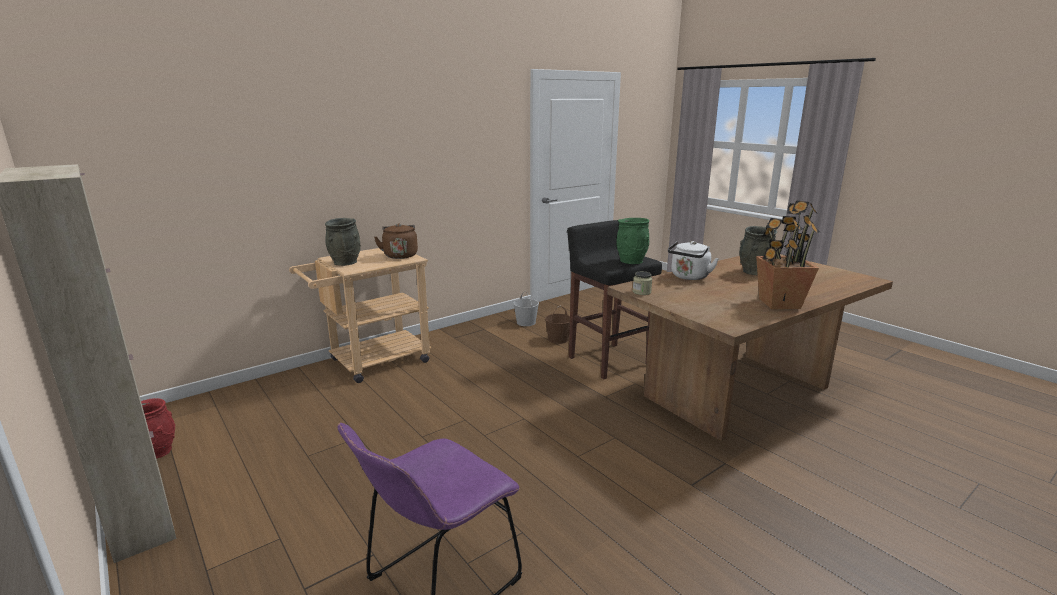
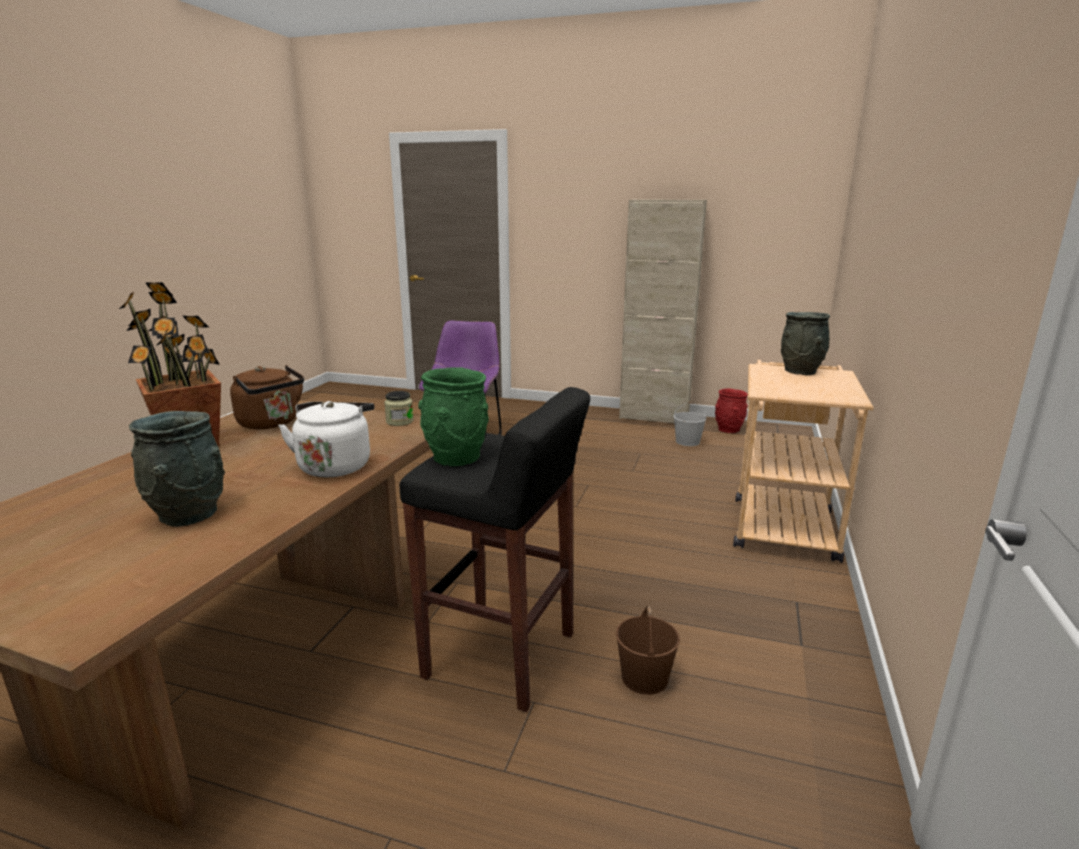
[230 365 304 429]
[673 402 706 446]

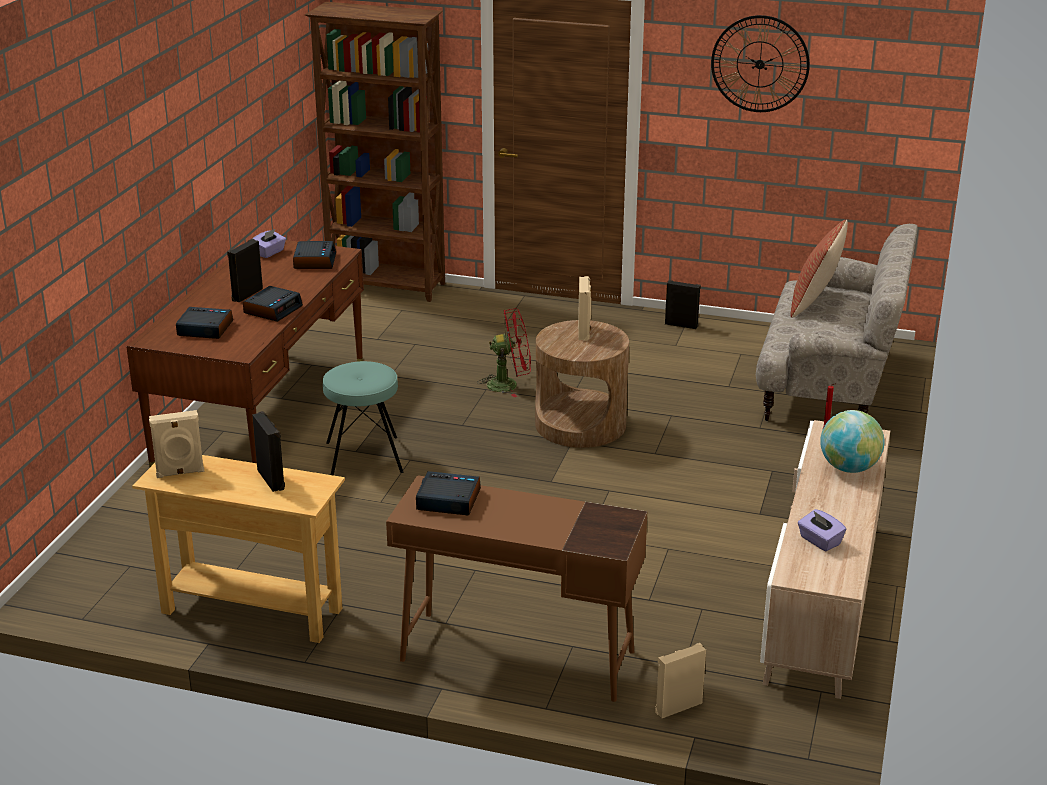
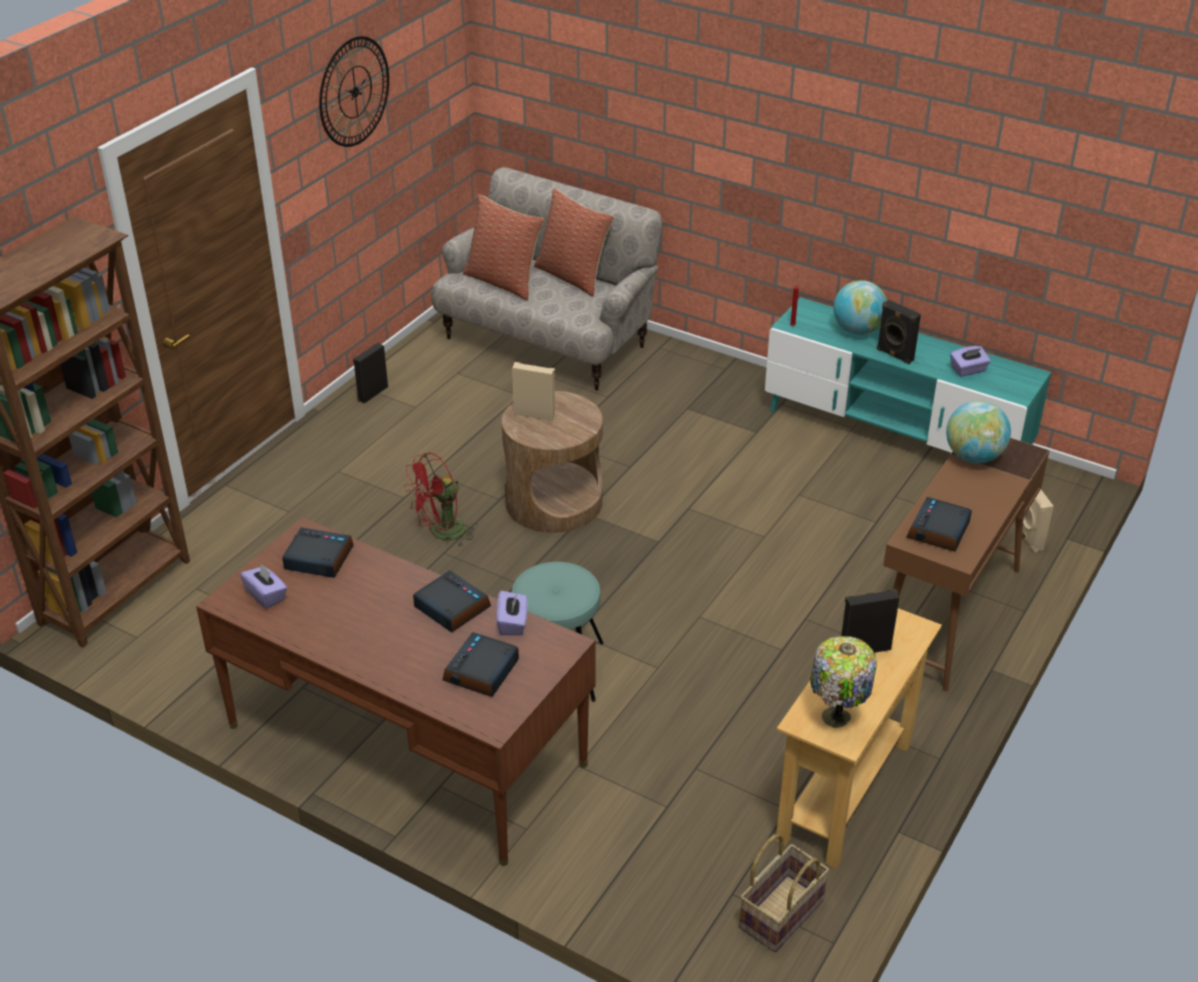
[496 591 527 635]
[534 188 614 297]
[739 834 830 952]
[946 400 1011 463]
[877 300 921 364]
[810 636 877 728]
[765 297 1051 453]
[404 452 478 546]

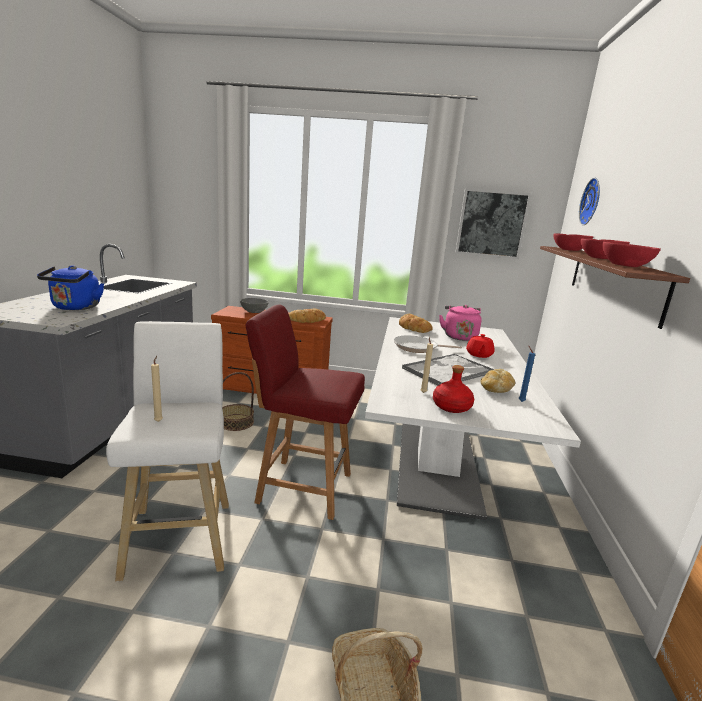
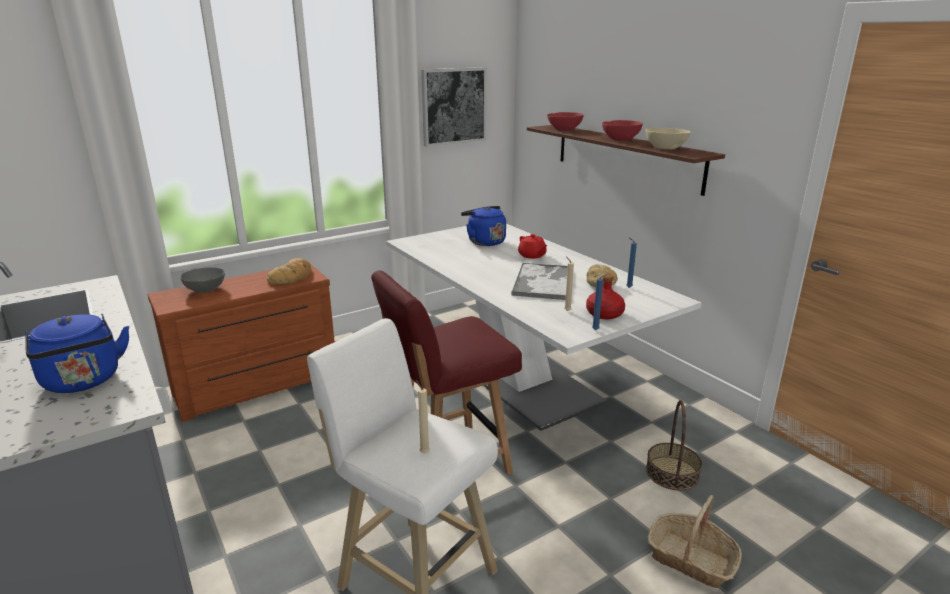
[393 335 462 353] (first image)
[399 314 433 333] (first image)
[579 178 600 225] (first image)
[592 275 606 330]
[646 400 702 491]
[461 206 506 246]
[646 128 691 149]

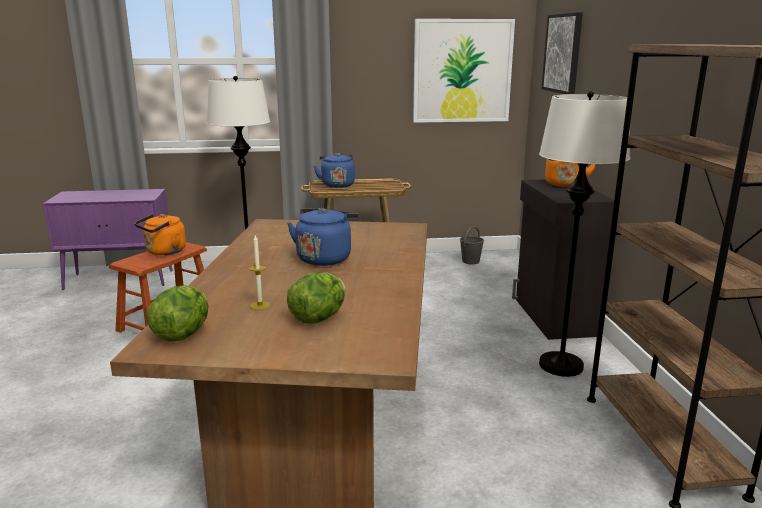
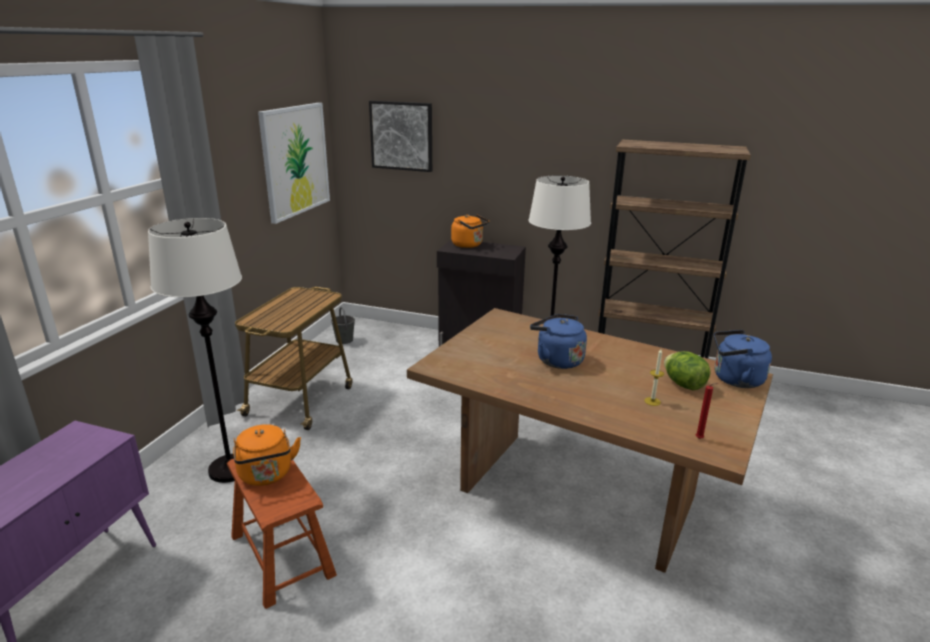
[714 330 772 388]
[696 383 718 439]

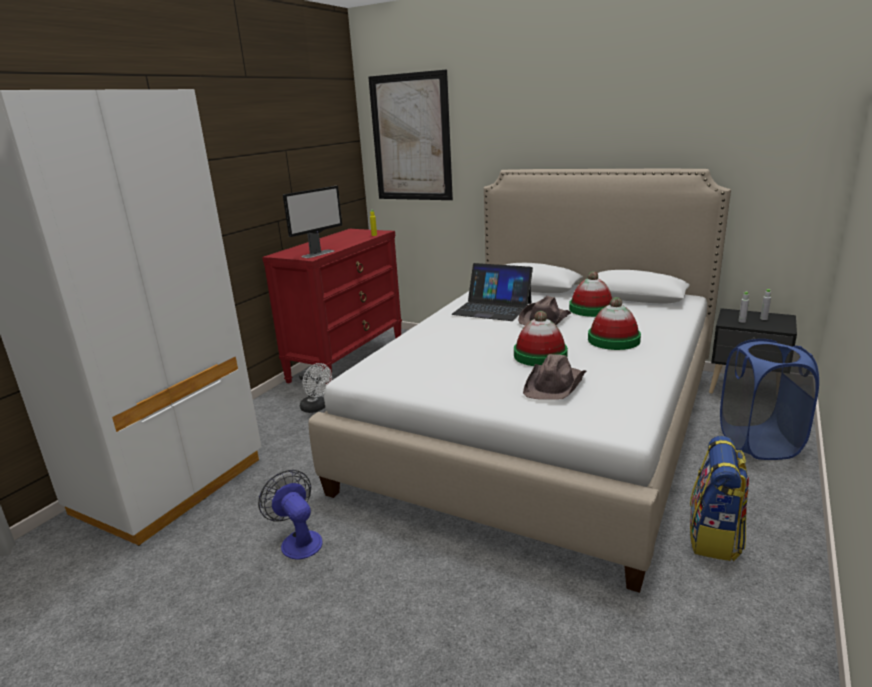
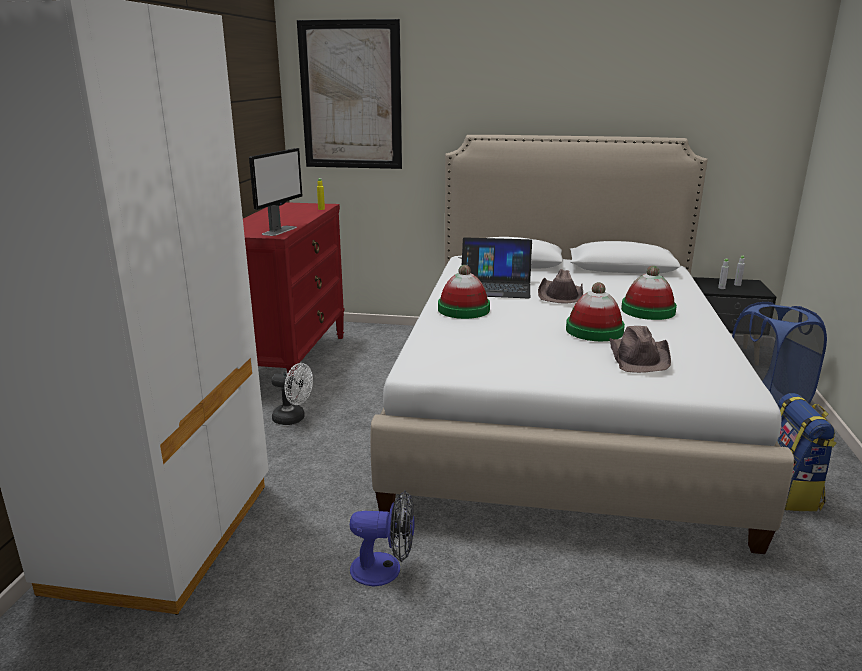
[438 265 490 319]
[350 491 415 587]

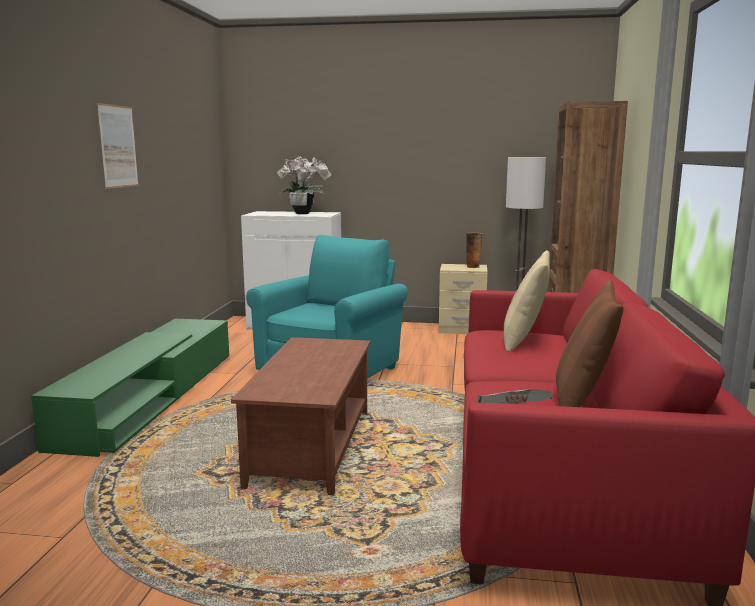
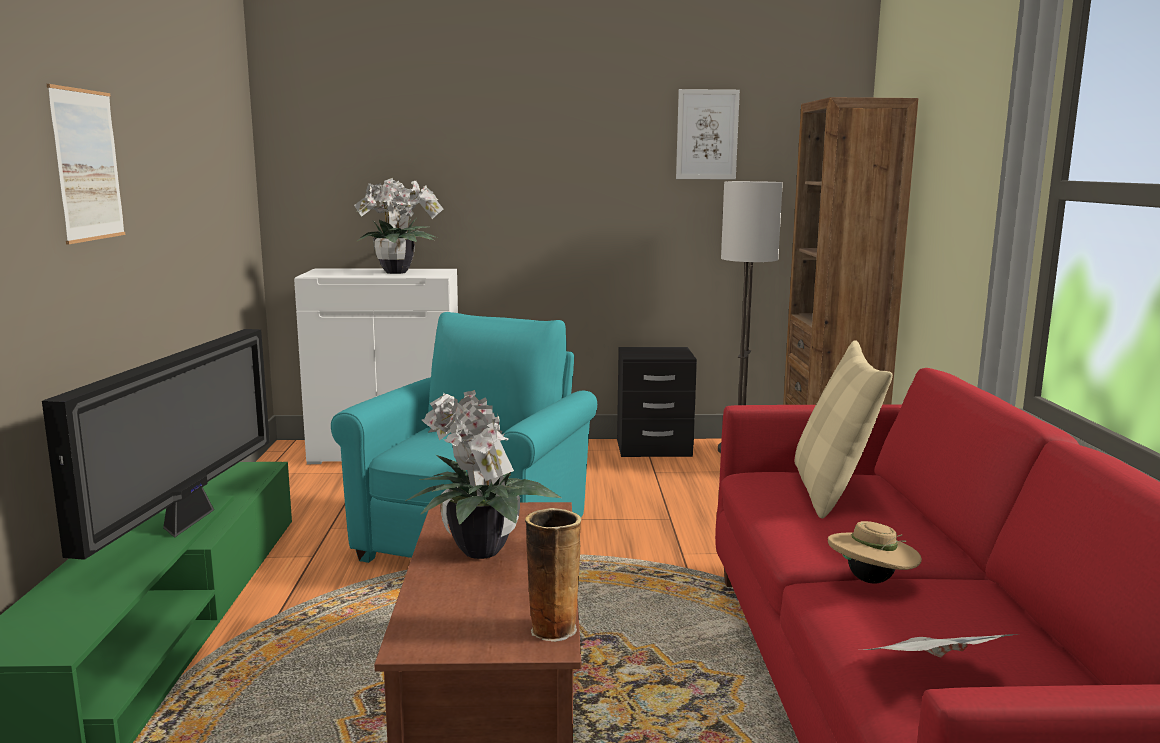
[556 280 623 407] (first image)
[42 329 270 560]
[406 390 562 559]
[676 89 740 179]
[828 521 922 583]
[525 508 581 642]
[617 347 697 457]

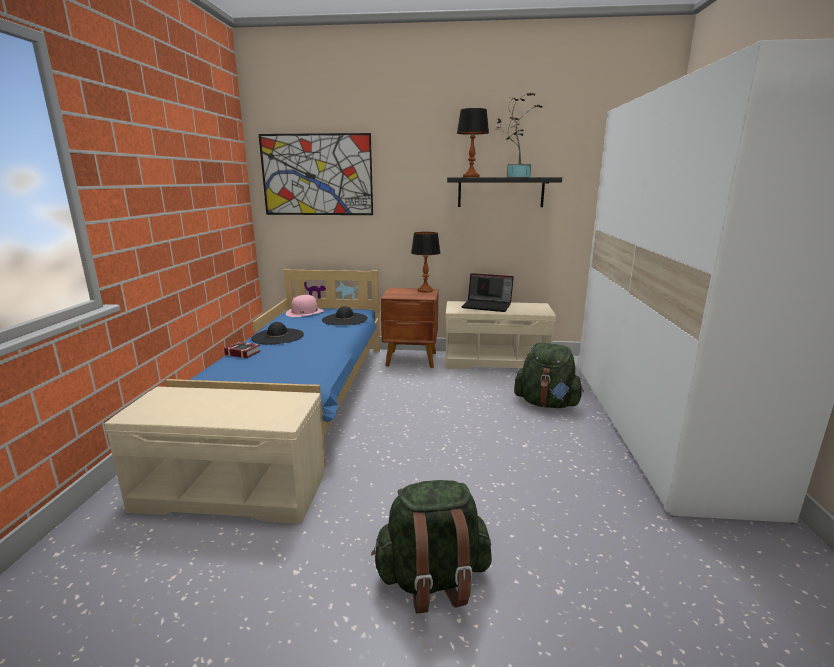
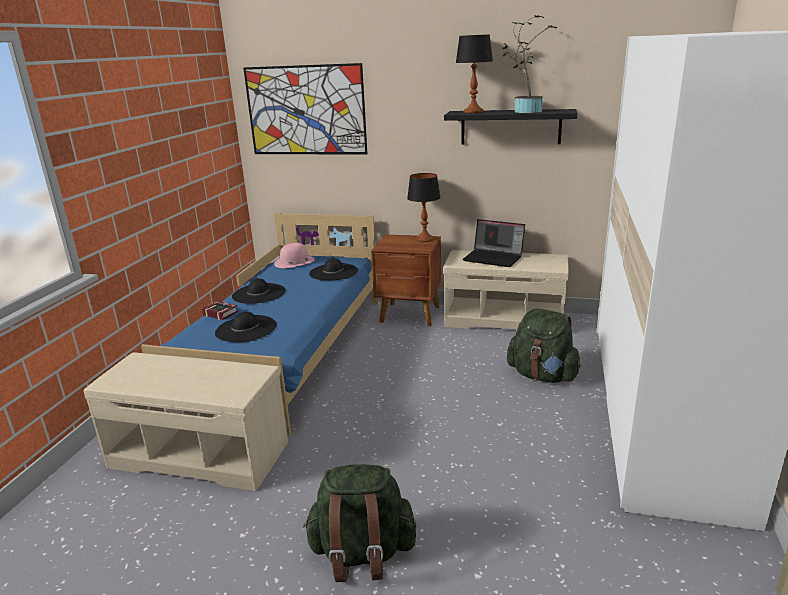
[215 312 277 342]

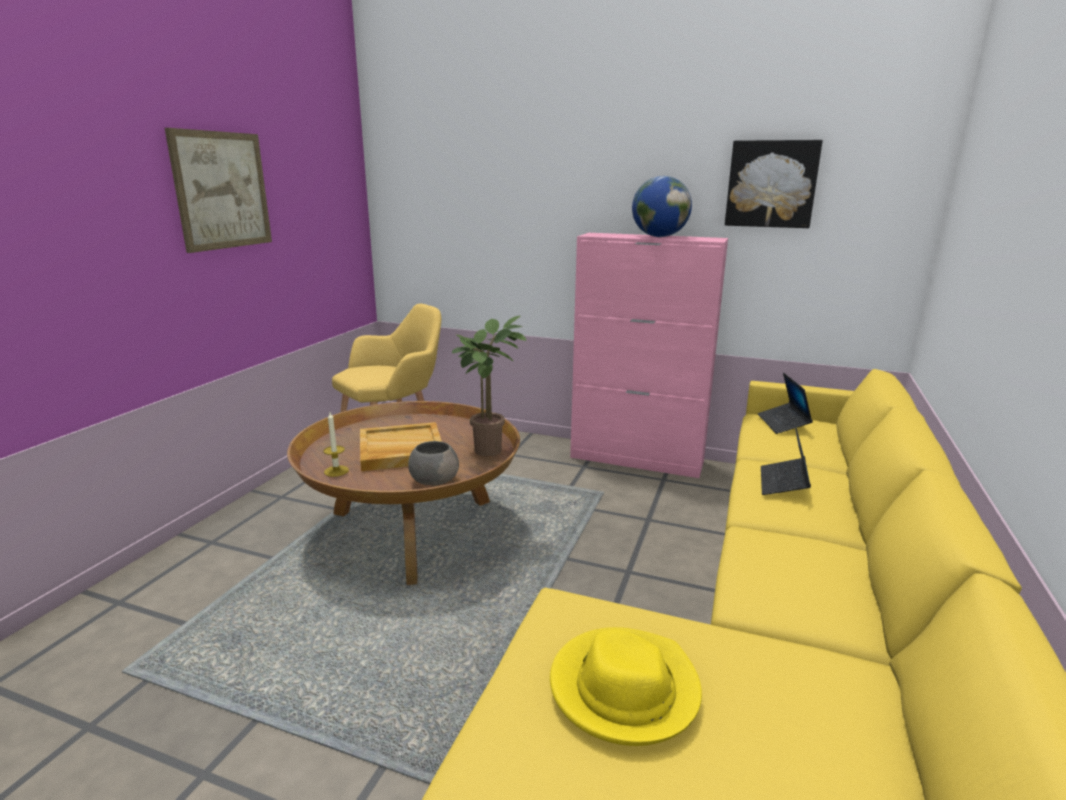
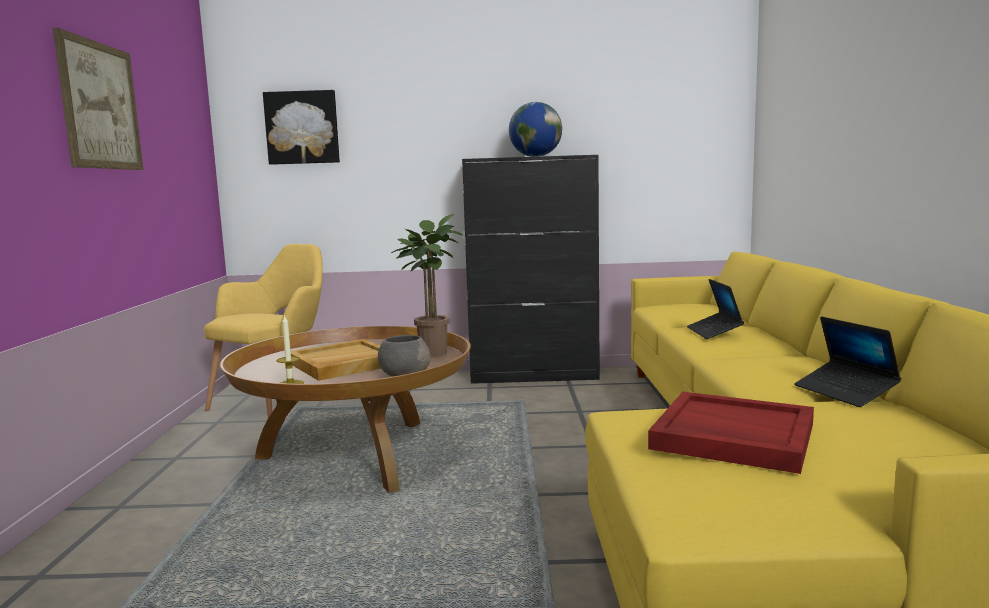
[263 90 340 165]
[794 316 901 407]
[648 392 814 474]
[462 155 600 384]

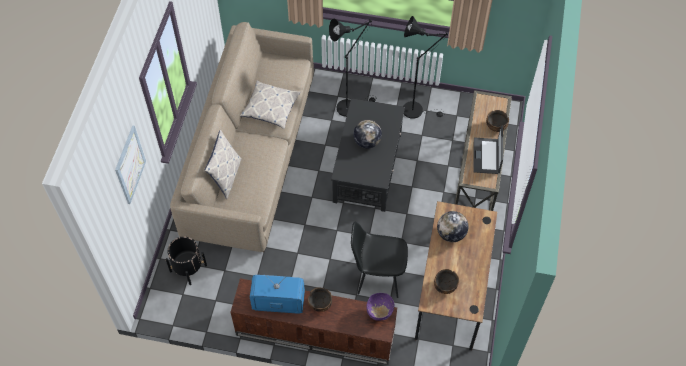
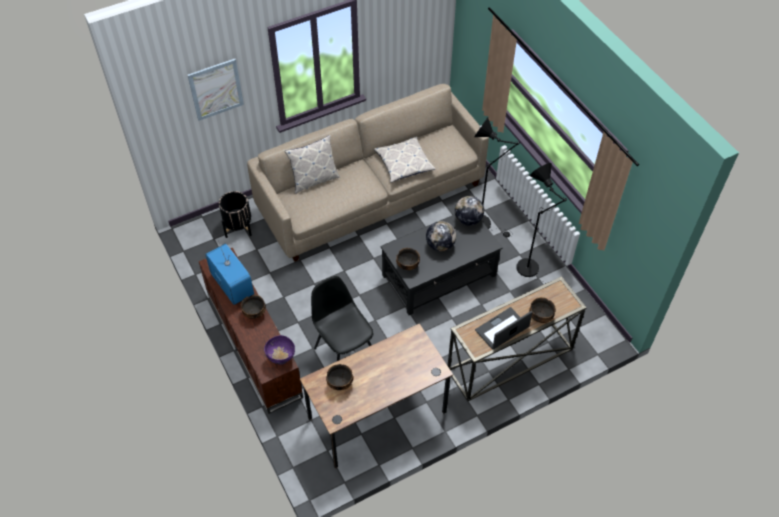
[396 248 420 270]
[455 196 484 226]

